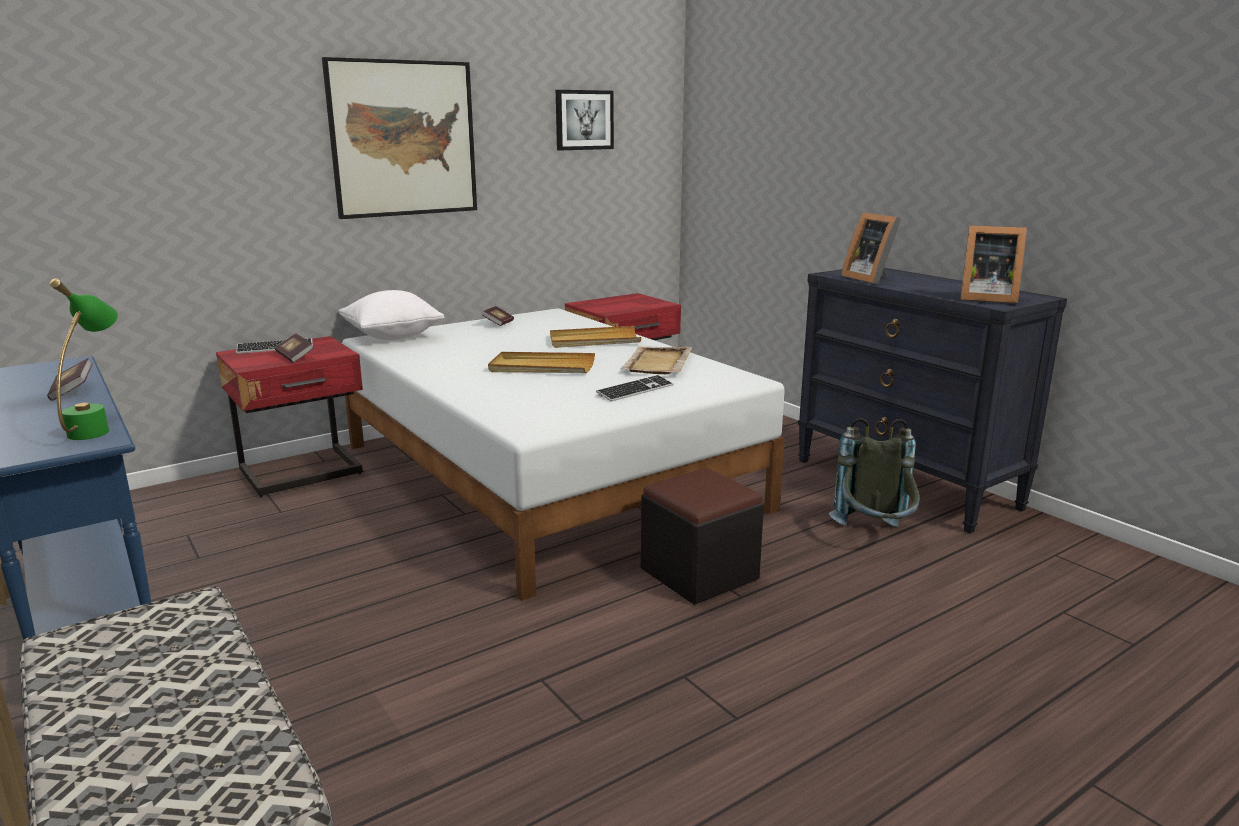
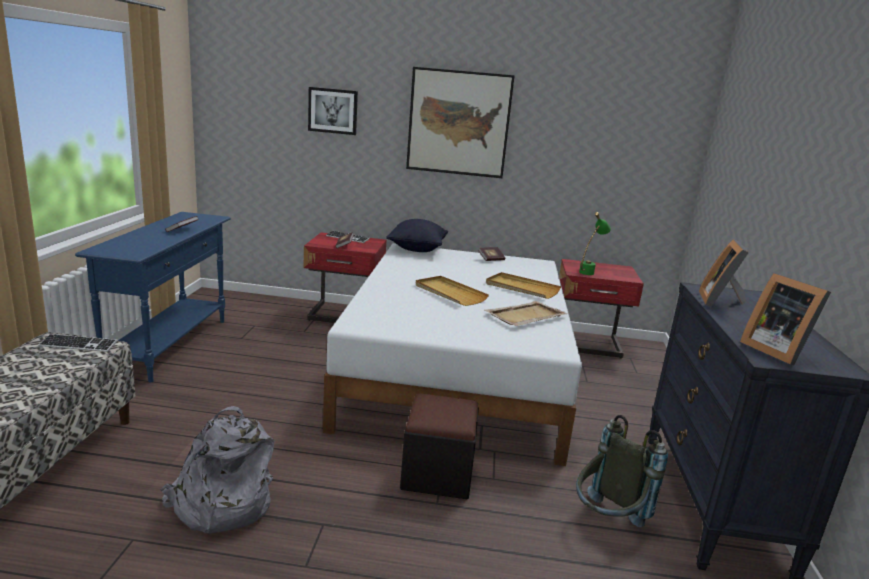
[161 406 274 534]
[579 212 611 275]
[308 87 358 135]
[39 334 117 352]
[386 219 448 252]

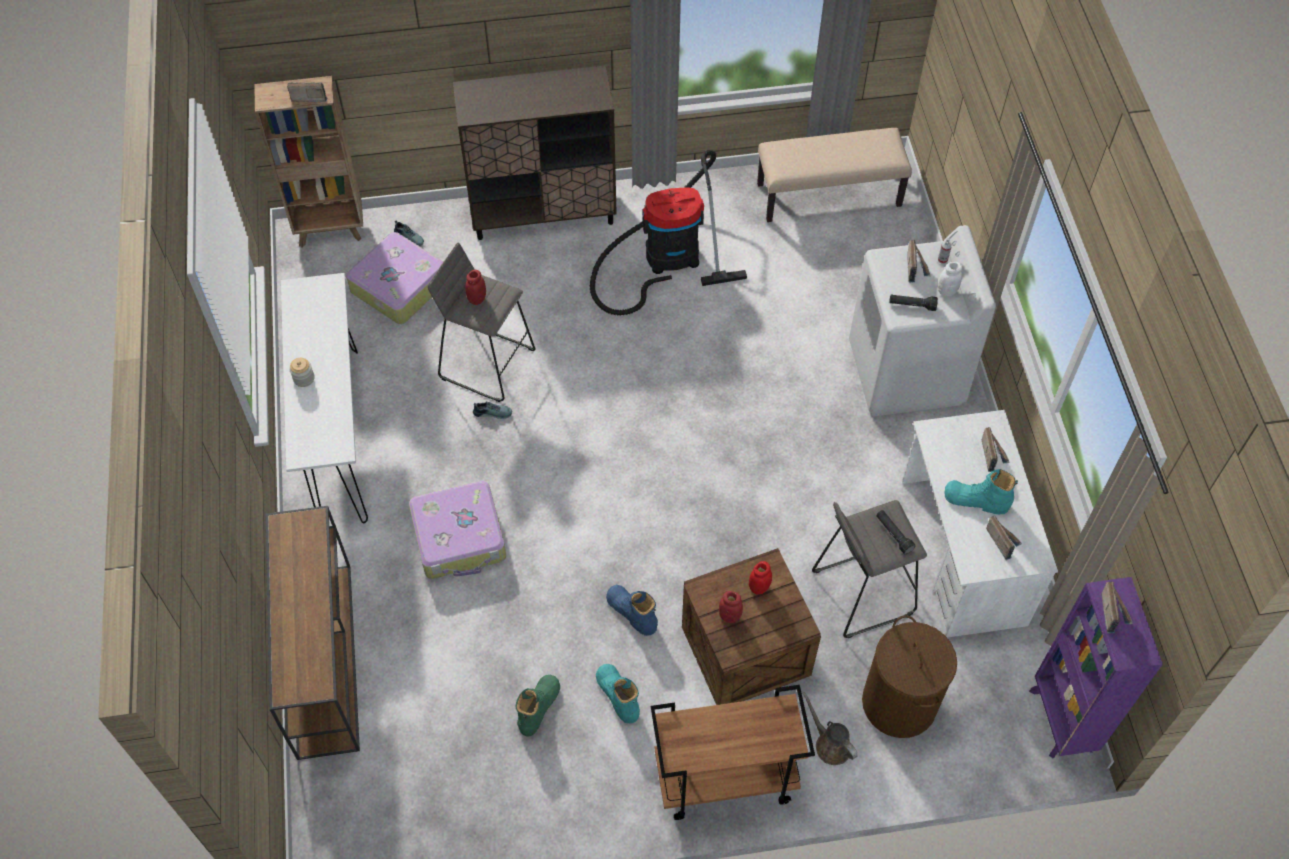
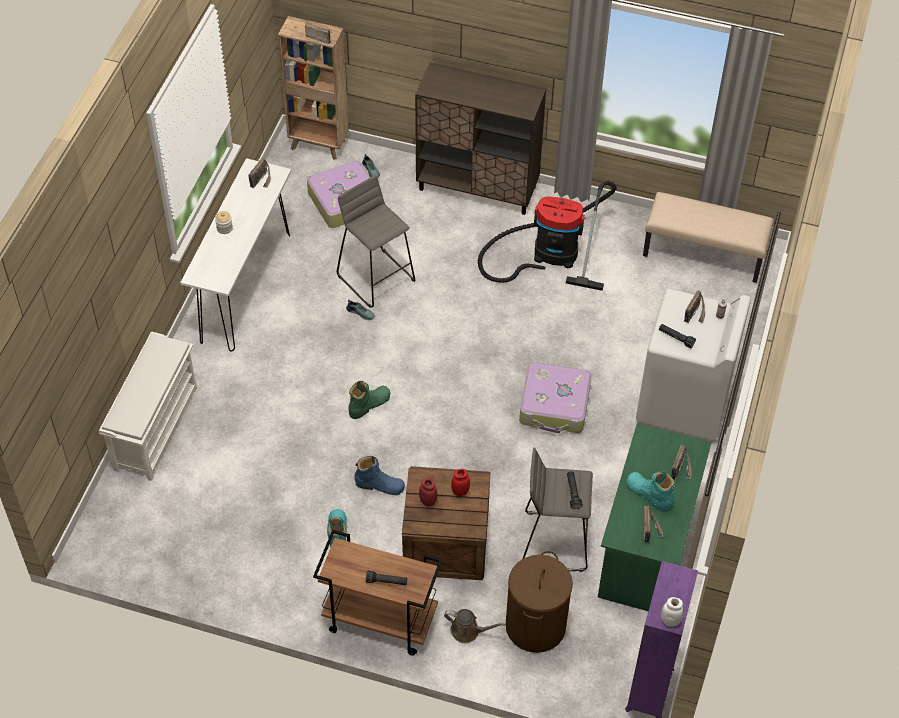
[465 270 486 305] (first image)
[366 570 407 585]
[519 363 592 433]
[348 381 390 419]
[661 597 683 627]
[248 158 271 188]
[99 331 197 481]
[598 423 711 611]
[355 456 405 495]
[444 609 505 643]

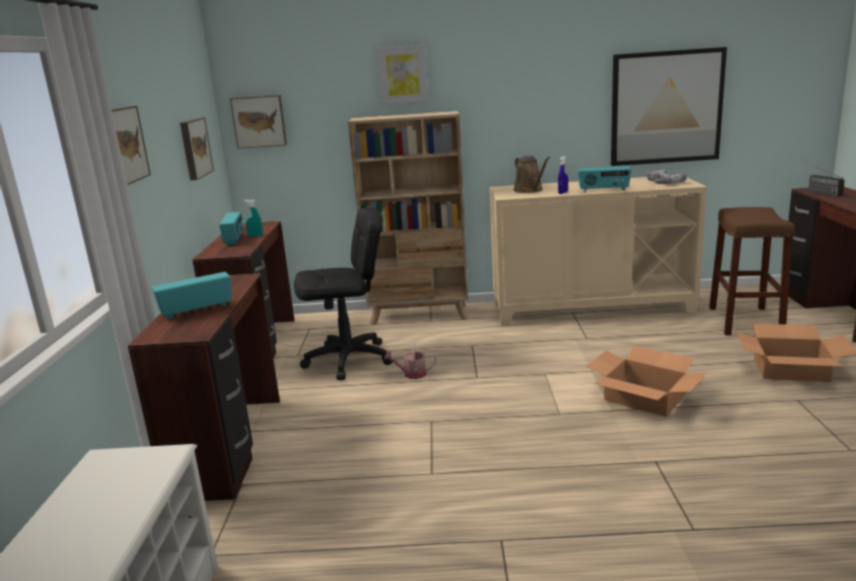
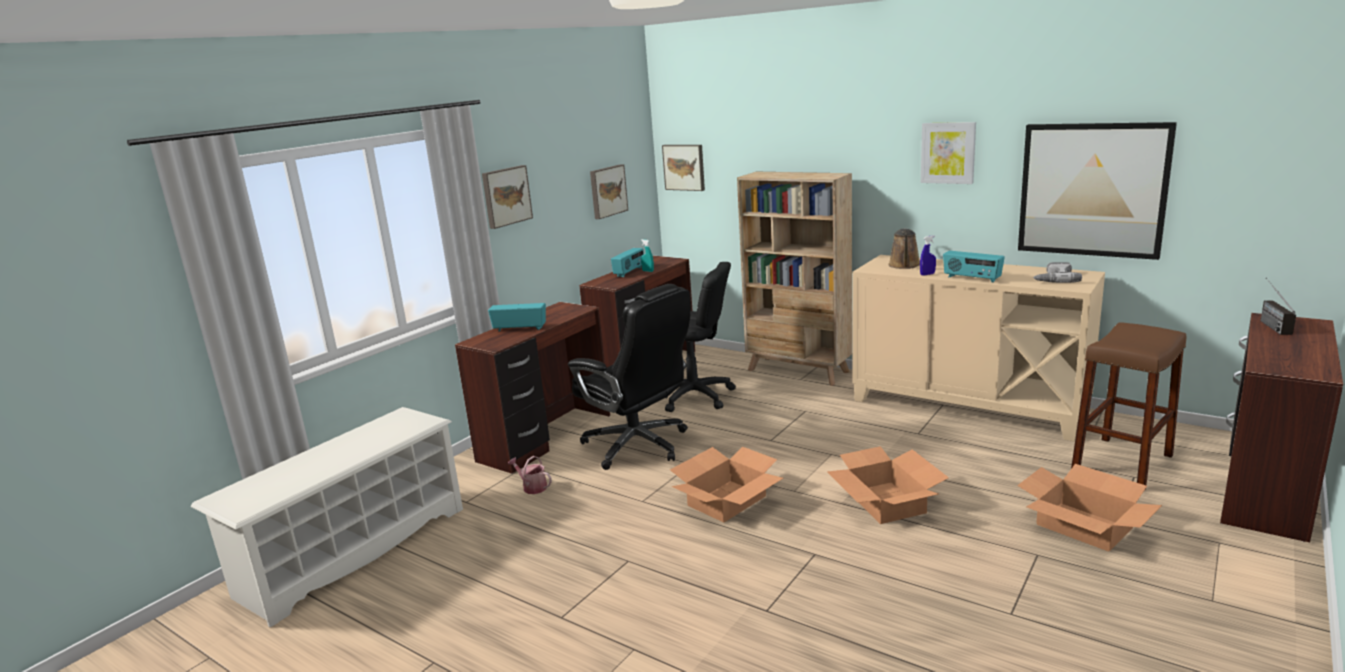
[568 284 691 470]
[670 447 783 522]
[921 122 976 184]
[508 456 552 494]

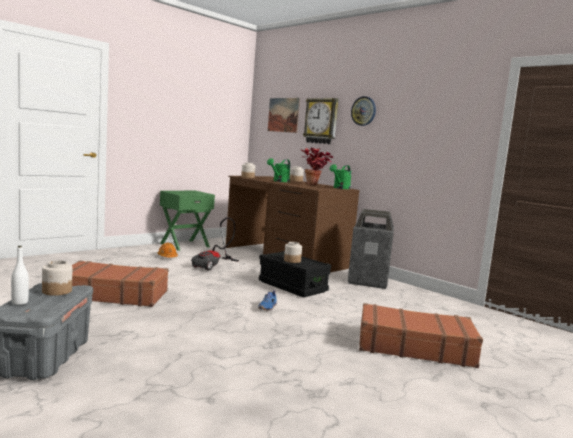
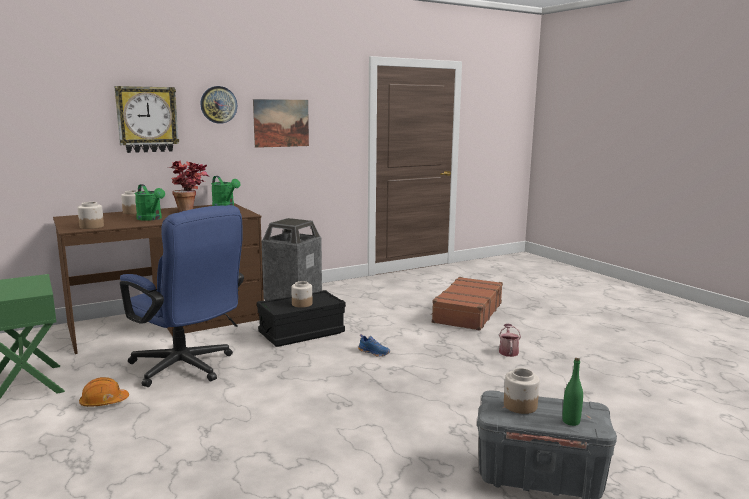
[72 261 169 307] (first image)
[499 324 521 357]
[253 99 309 148]
[120 205 244 387]
[562 358 583 426]

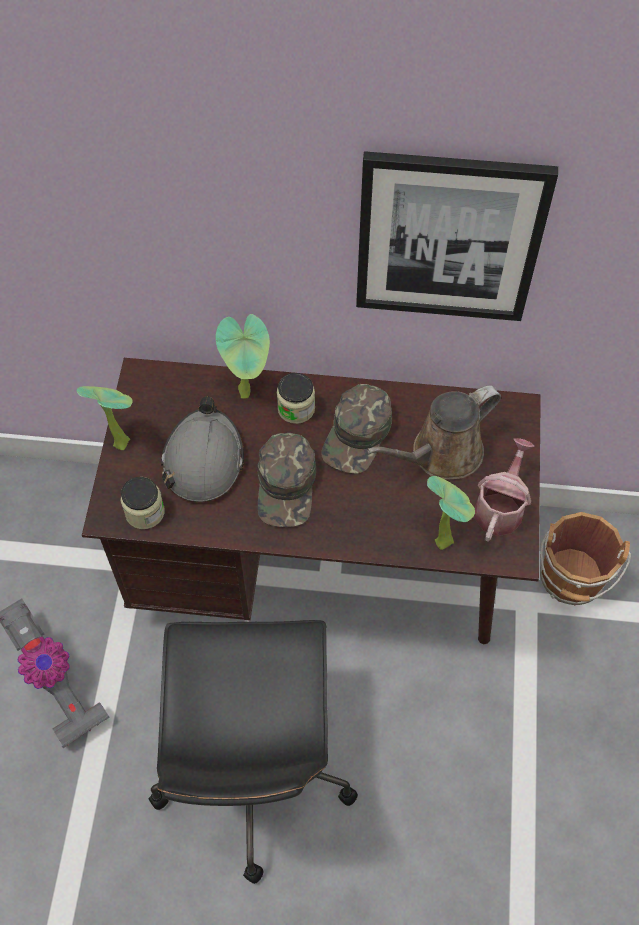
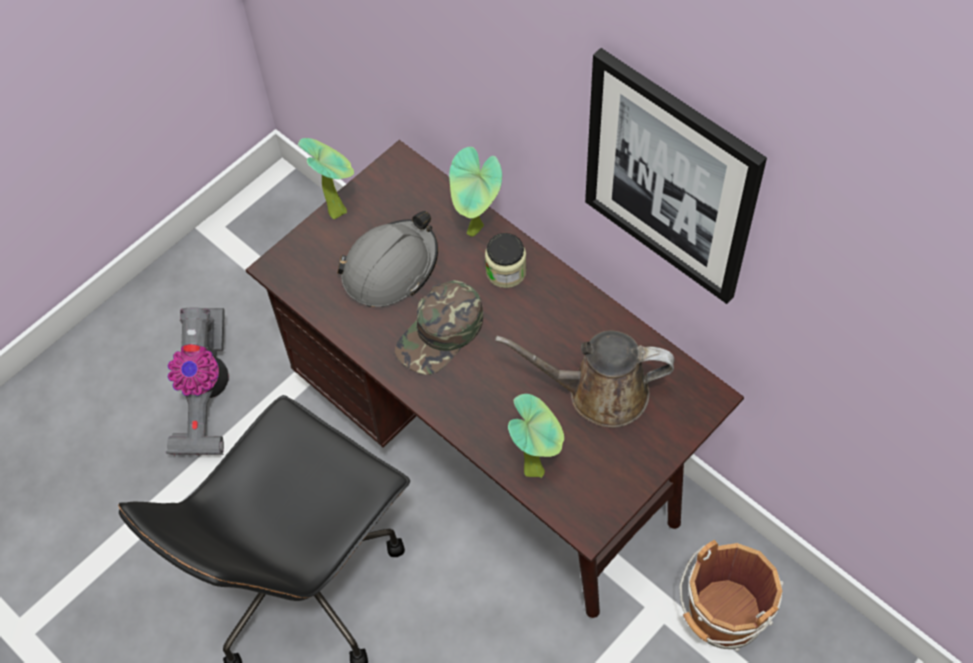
[121 477 165 529] (first image)
[321 384 392 474] (first image)
[475 438 534 542] (first image)

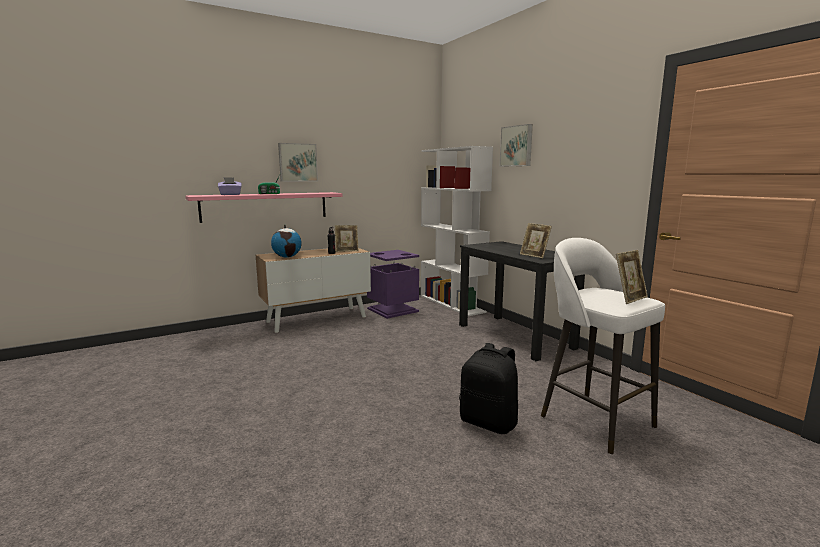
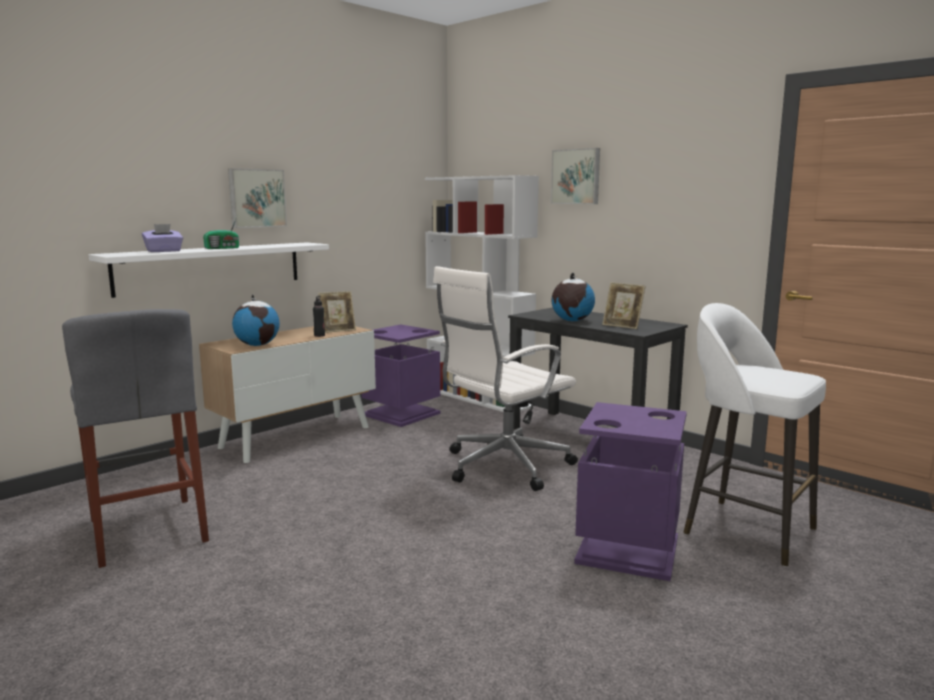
[616 250 648 304] (first image)
[62 309 209 568]
[433 266 578 491]
[552 273 595 321]
[574 402 687 581]
[89 242 329 298]

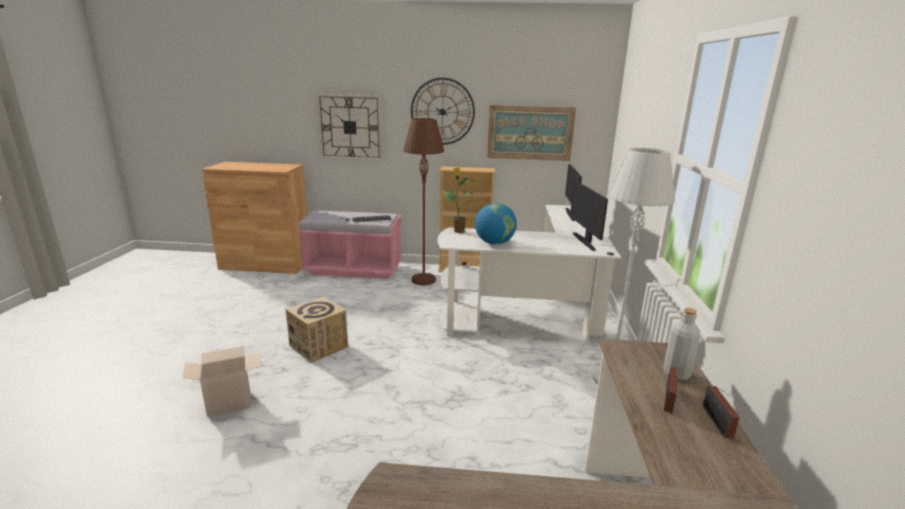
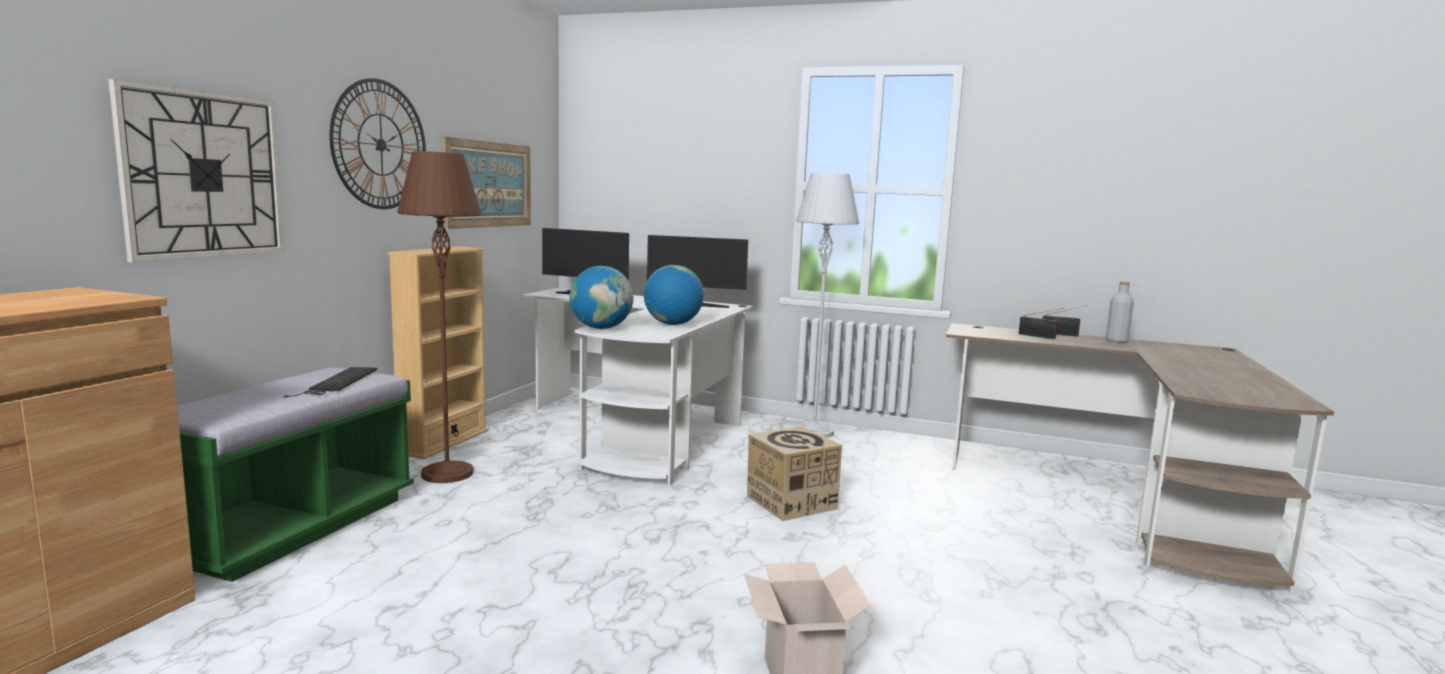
[747 427 842 521]
[1106 282 1134 343]
[570 266 634 329]
[177 367 414 582]

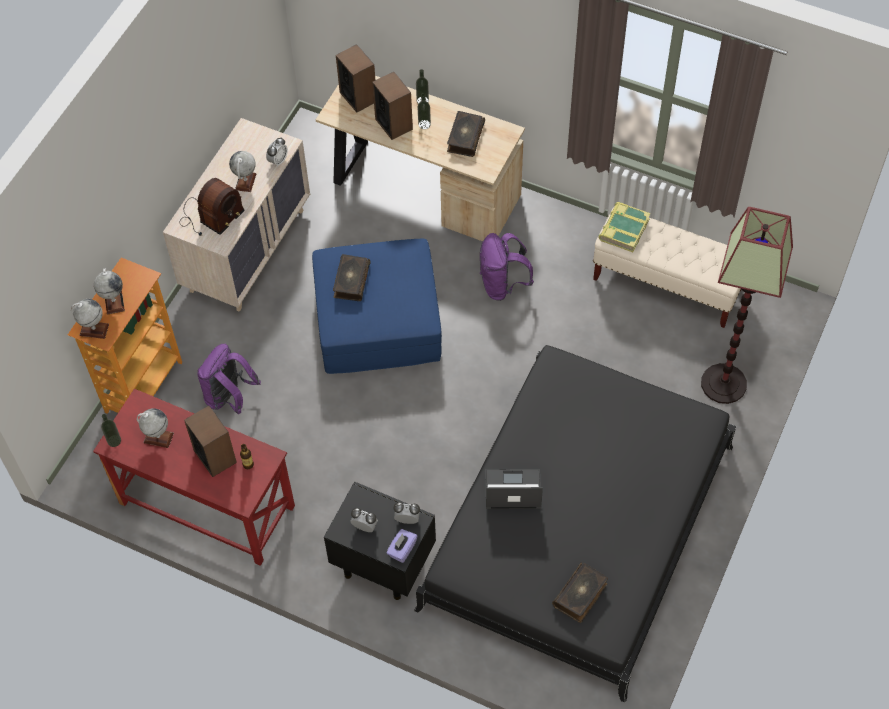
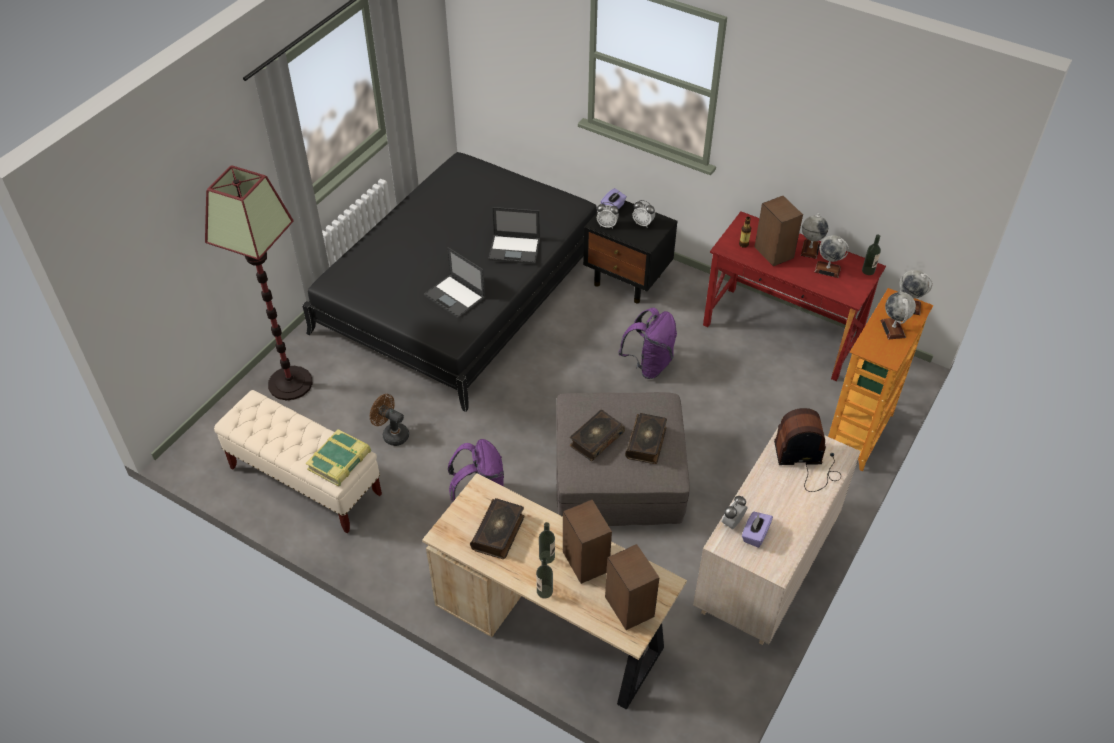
[370 394 409 446]
[424 247 486 318]
[742 512 773 548]
[618 308 677 379]
[801 213 828 259]
[569 410 625 461]
[556 392 690 526]
[774 408 841 492]

